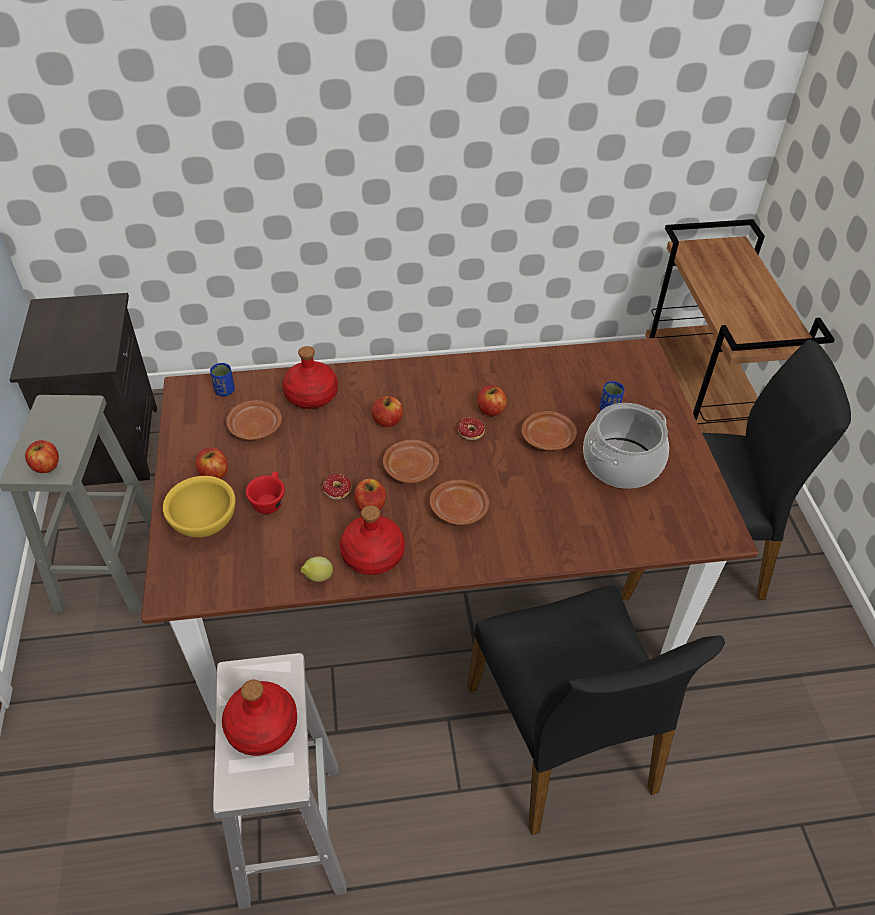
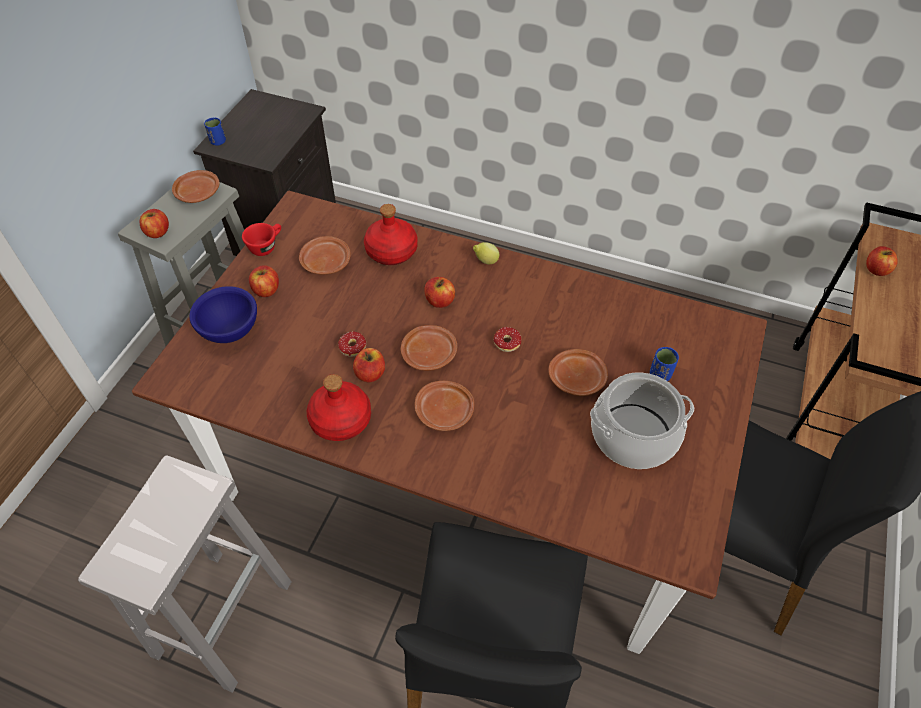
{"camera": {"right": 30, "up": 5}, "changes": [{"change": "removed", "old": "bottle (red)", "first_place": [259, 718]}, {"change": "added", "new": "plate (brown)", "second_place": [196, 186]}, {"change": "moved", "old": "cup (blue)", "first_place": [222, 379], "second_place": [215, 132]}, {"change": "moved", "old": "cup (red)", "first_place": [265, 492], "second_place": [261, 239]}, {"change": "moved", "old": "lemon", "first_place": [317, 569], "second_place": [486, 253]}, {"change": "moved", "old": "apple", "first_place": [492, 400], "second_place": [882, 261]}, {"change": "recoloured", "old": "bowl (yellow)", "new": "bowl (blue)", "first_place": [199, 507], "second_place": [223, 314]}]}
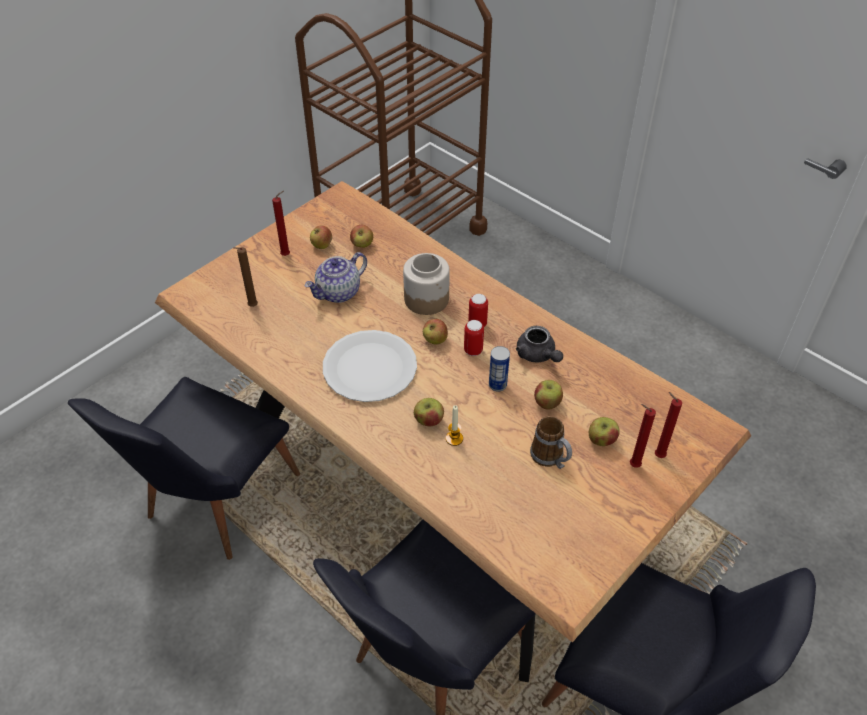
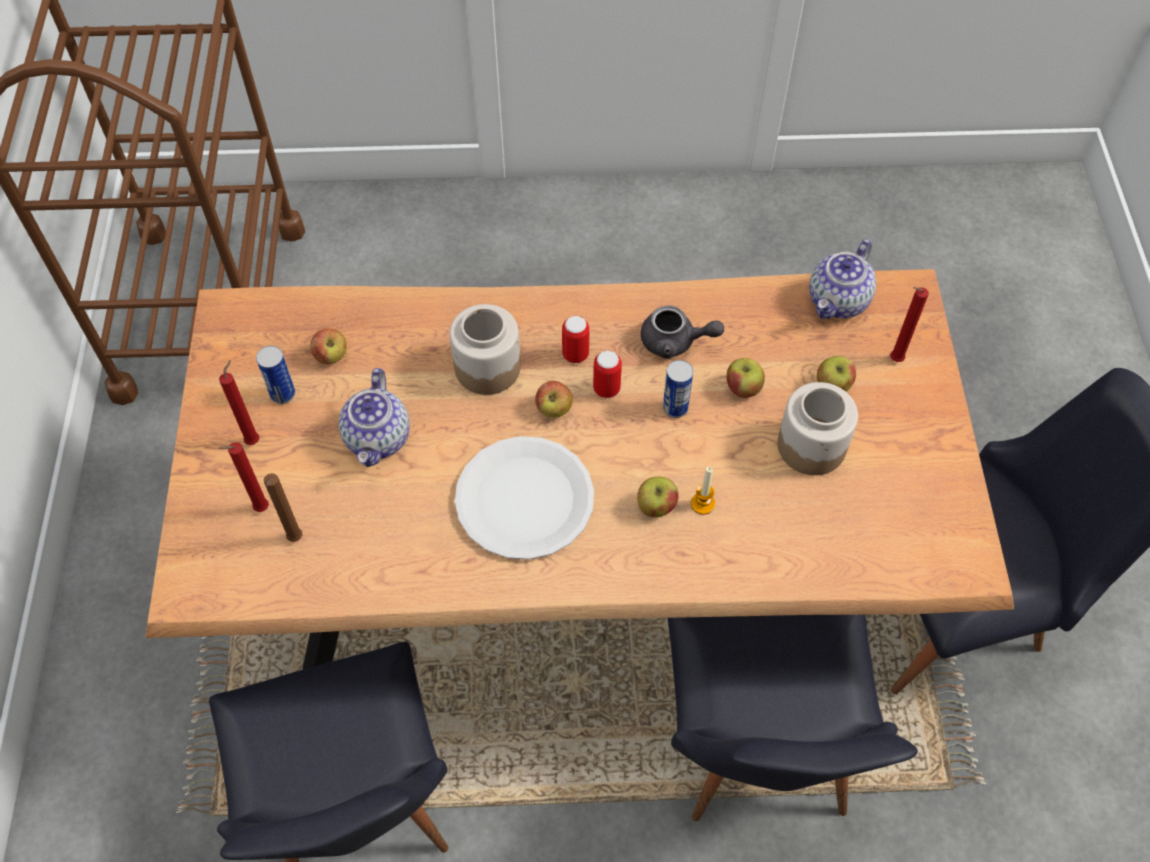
{"camera": {"right": -45, "up": 10}, "changes": [{"change": "added", "new": "teapot", "second_place": [842, 279]}, {"change": "moved", "old": "candle (red)", "first_place": [643, 436], "second_place": [243, 477]}, {"change": "replaced", "old": "apple", "new": "can", "first_place": [321, 237], "second_place": [275, 375]}, {"change": "replaced", "old": "mug", "new": "jar", "first_place": [551, 442], "second_place": [817, 428]}]}
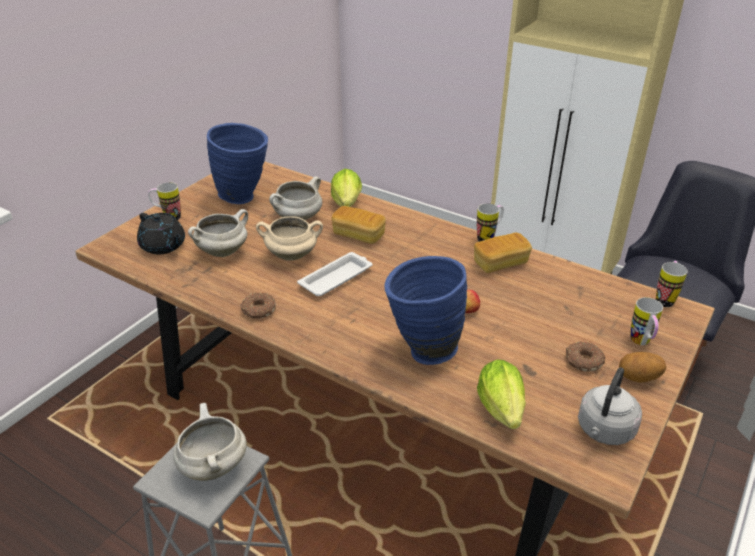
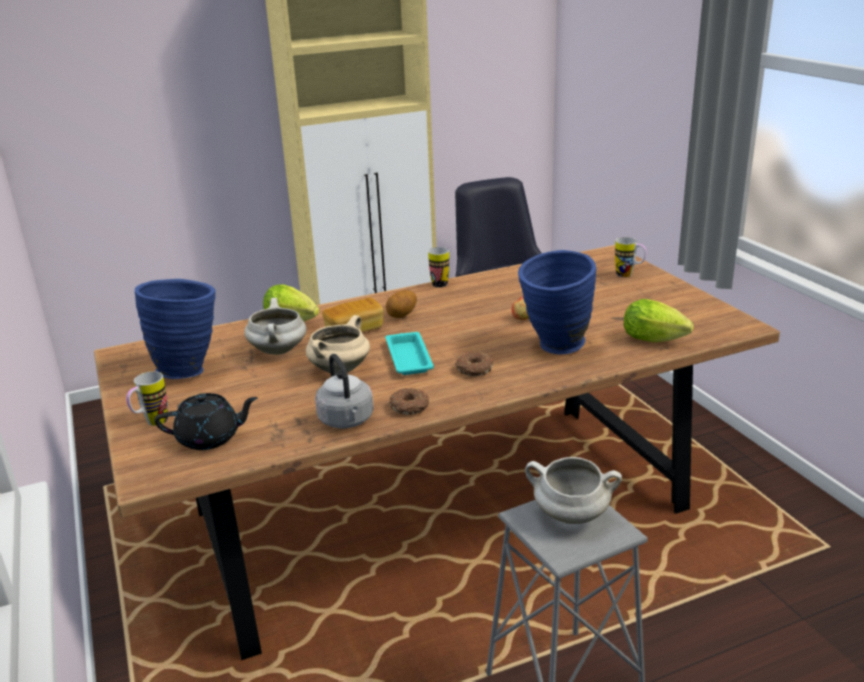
{"camera": {"right": -55, "up": -10}, "changes": [{"change": "removed", "old": "cooking pot (white)", "first_place": [218, 233]}, {"change": "removed", "old": "bread", "first_place": [503, 253]}, {"change": "removed", "old": "mug", "first_place": [672, 284]}, {"change": "moved", "old": "donut", "first_place": [585, 356], "second_place": [474, 363]}, {"change": "moved", "old": "kettle (grey)", "first_place": [610, 406], "second_place": [344, 391]}, {"change": "moved", "old": "potato", "first_place": [642, 367], "second_place": [401, 304]}, {"change": "recoloured", "old": "tray (white)", "new": "tray (turquoise)", "first_place": [334, 274], "second_place": [409, 353]}]}
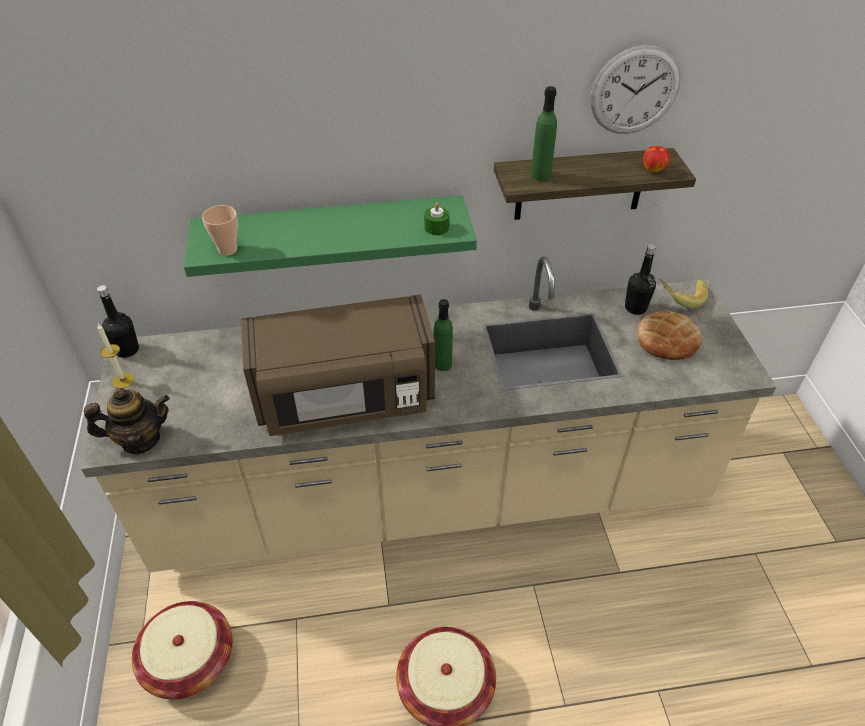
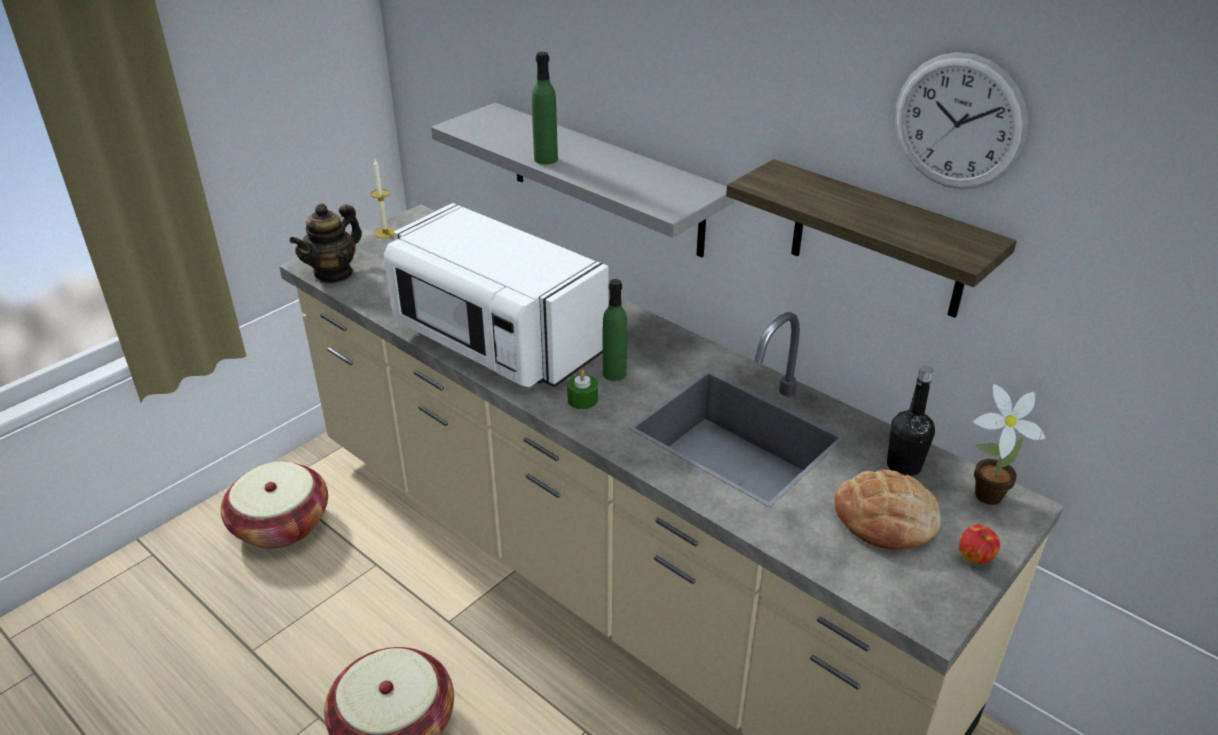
{"camera": {"right": 50, "up": -10}, "changes": [{"change": "removed", "old": "bottle (black)", "first_place": [118, 321]}, {"change": "removed", "old": "cup", "first_place": [219, 230]}, {"change": "moved", "old": "candle (green)", "first_place": [437, 218], "second_place": [582, 389]}, {"change": "moved", "old": "bottle (green)", "first_place": [544, 133], "second_place": [545, 108]}, {"change": "moved", "old": "apple", "first_place": [656, 159], "second_place": [979, 544]}, {"change": "replaced", "old": "banana", "new": "potted plant", "first_place": [683, 293], "second_place": [1009, 444]}, {"change": "recoloured", "old": "shelf (green)", "new": "shelf (grey)", "first_place": [330, 236], "second_place": [583, 180]}, {"change": "recoloured", "old": "microwave (brown)", "new": "microwave (white)", "first_place": [338, 365], "second_place": [496, 295]}, {"change": "turned", "old": "teapot", "first_place": [127, 421], "second_place": [326, 243], "degrees": 90}]}
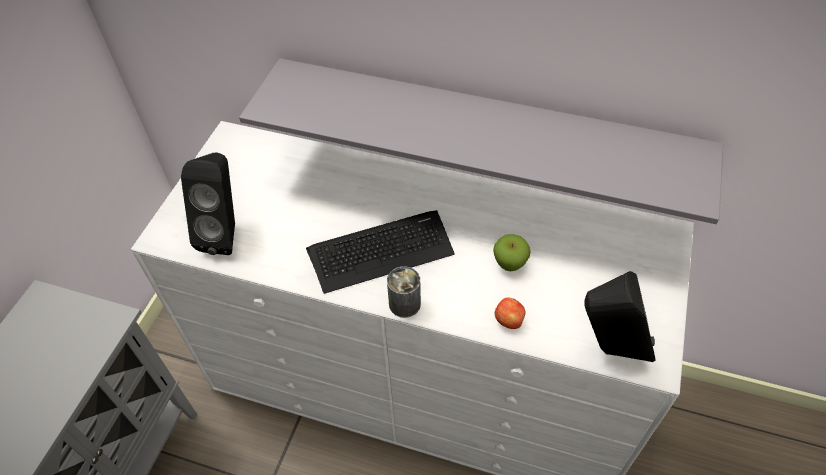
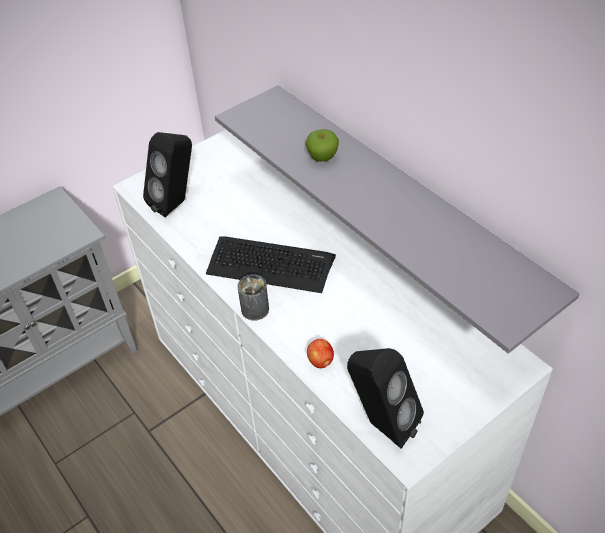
{"camera": {"right": 35, "up": -5}, "changes": [{"change": "moved", "old": "apple", "first_place": [512, 252], "second_place": [322, 145]}]}
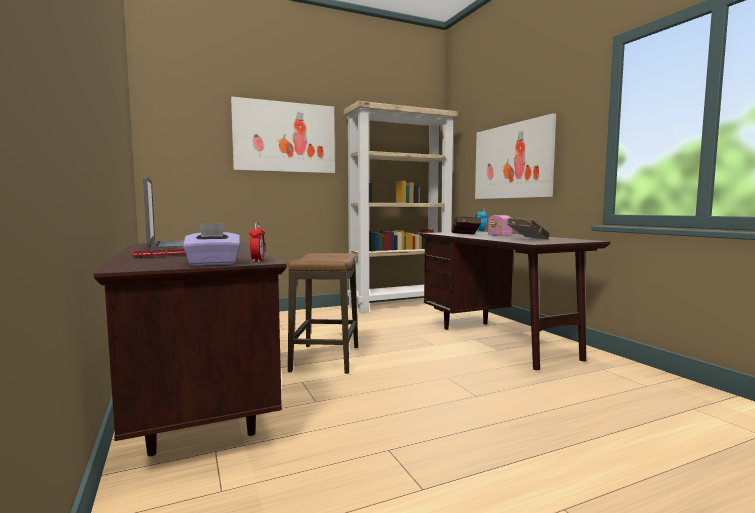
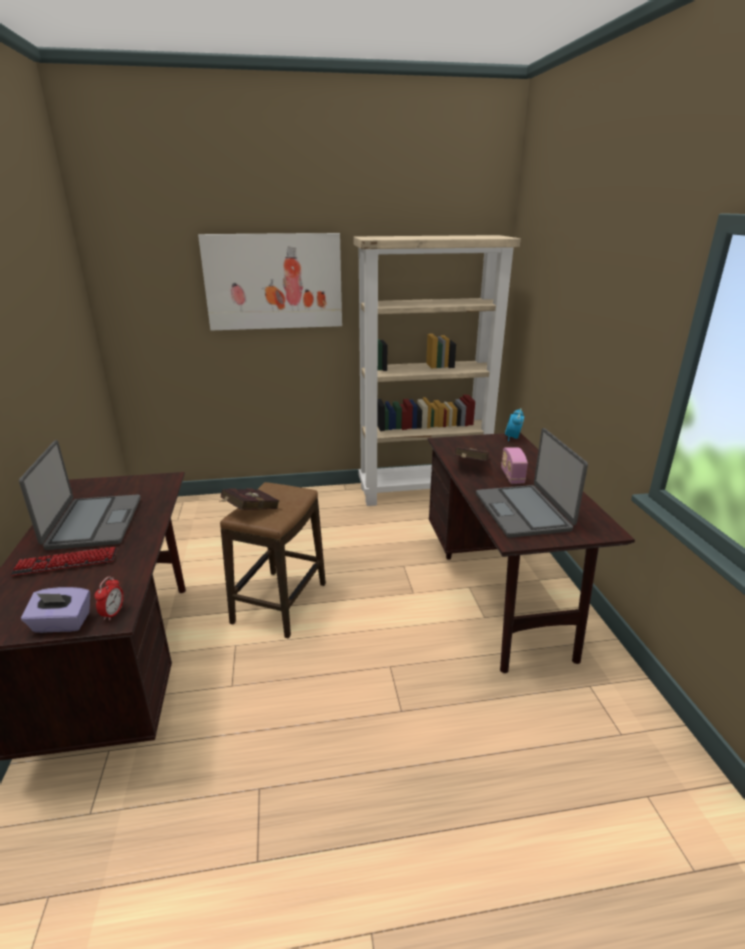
{"camera": {"right": 15, "up": 20}, "changes": [{"change": "removed", "old": "picture", "first_place": [515, 156]}, {"change": "added", "new": "book (red)", "second_place": [250, 499]}, {"change": "replaced", "old": "book (grey)", "new": "laptop", "first_place": [528, 229], "second_place": [532, 483]}]}
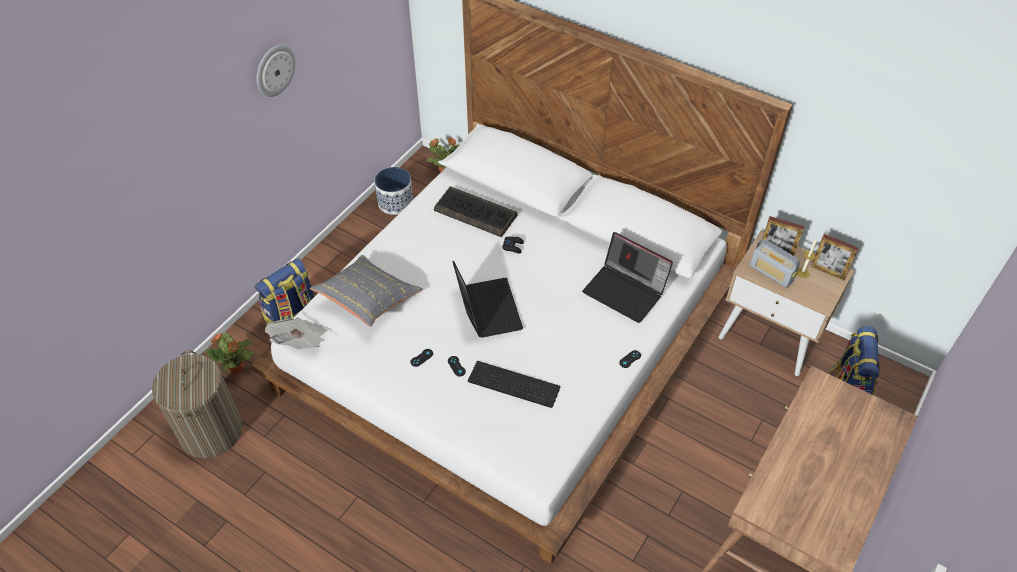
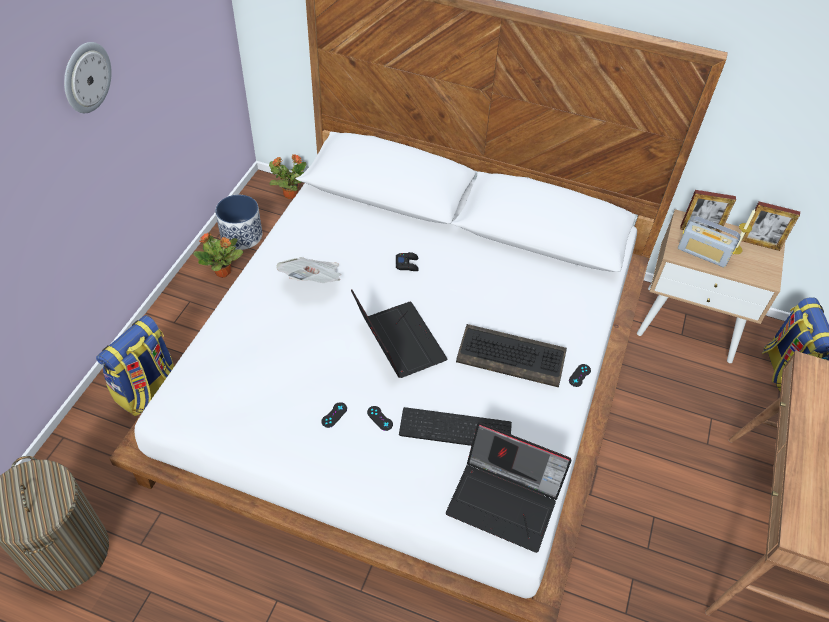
{"camera": {"right": -15, "up": 0}, "changes": [{"change": "removed", "old": "pillow (grey)", "first_place": [366, 291]}, {"change": "moved", "old": "potted plant", "first_place": [230, 353], "second_place": [218, 255]}, {"change": "moved", "old": "newspaper", "first_place": [297, 333], "second_place": [308, 270]}, {"change": "moved", "old": "keyboard", "first_place": [476, 211], "second_place": [511, 355]}, {"change": "moved", "old": "laptop", "first_place": [627, 277], "second_place": [509, 488]}]}
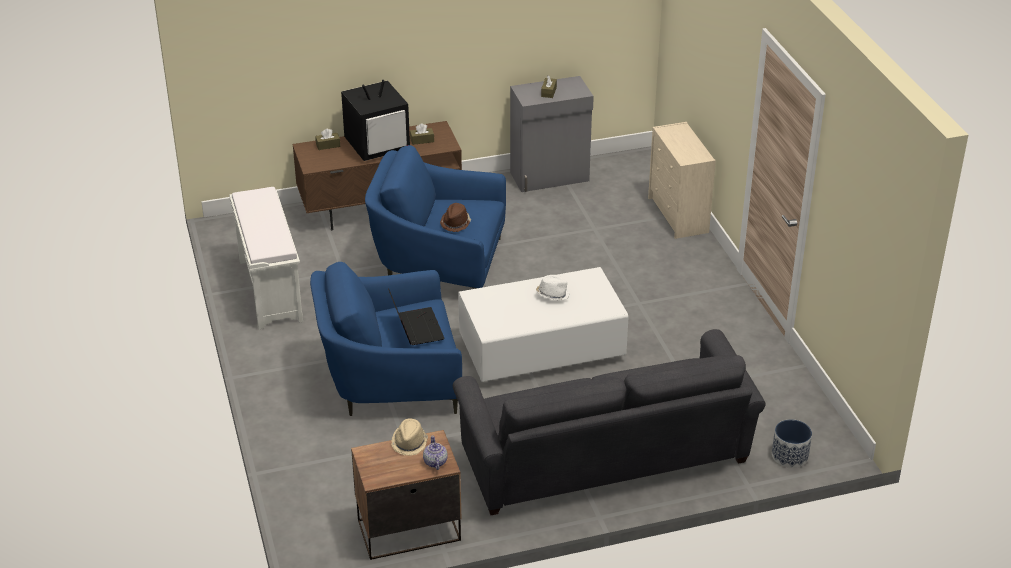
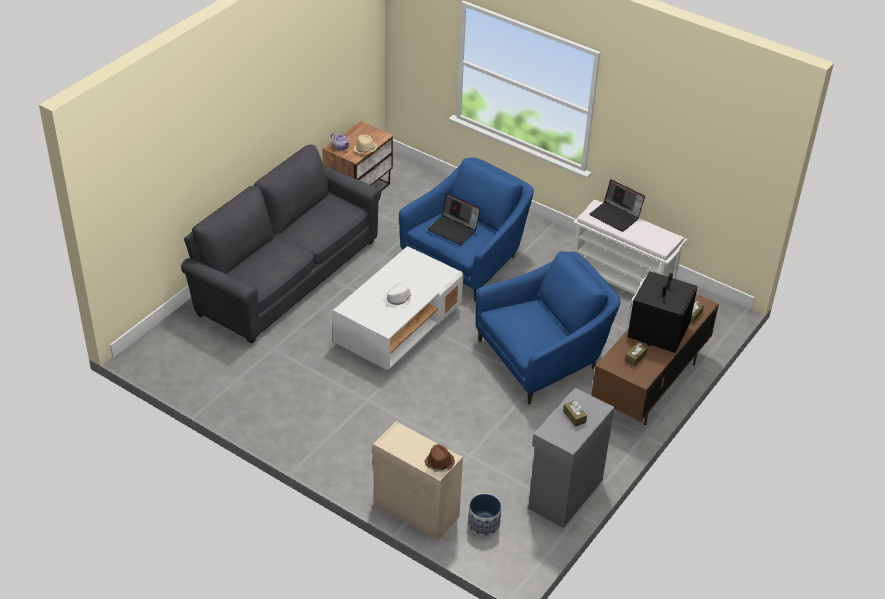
{"camera": {"right": 140, "up": 5}, "changes": [{"change": "added", "new": "laptop", "second_place": [617, 205]}, {"change": "moved", "old": "hat (brown)", "first_place": [455, 217], "second_place": [439, 458]}, {"change": "moved", "old": "planter", "first_place": [792, 443], "second_place": [485, 515]}]}
